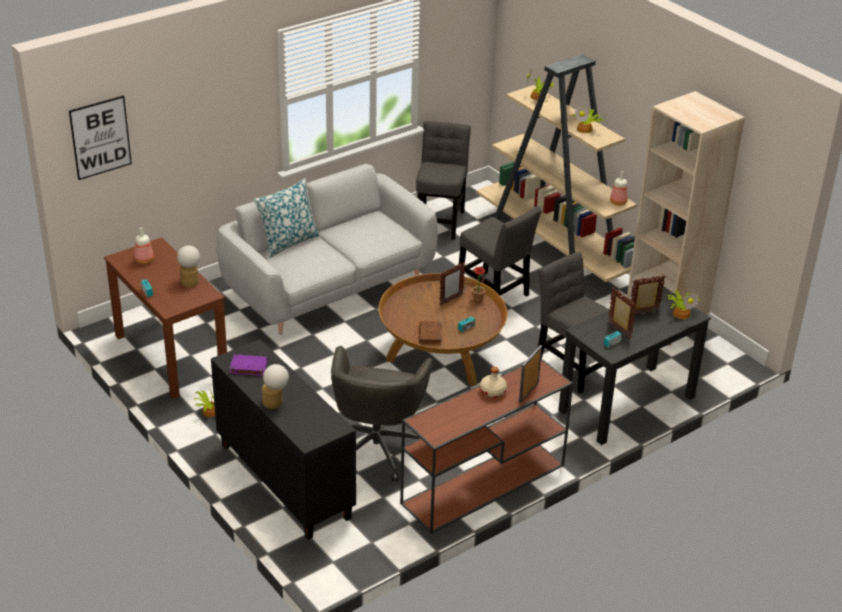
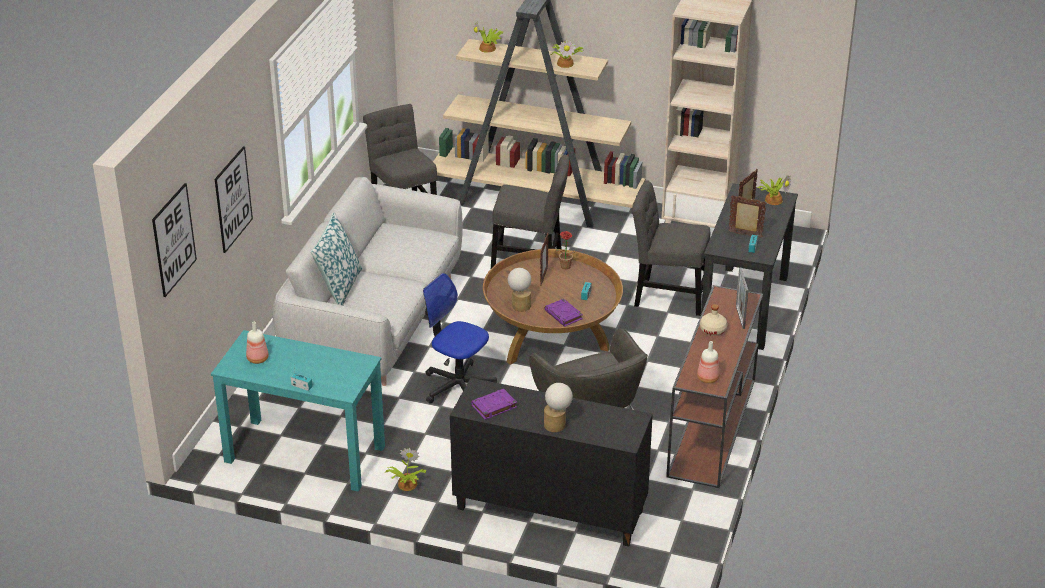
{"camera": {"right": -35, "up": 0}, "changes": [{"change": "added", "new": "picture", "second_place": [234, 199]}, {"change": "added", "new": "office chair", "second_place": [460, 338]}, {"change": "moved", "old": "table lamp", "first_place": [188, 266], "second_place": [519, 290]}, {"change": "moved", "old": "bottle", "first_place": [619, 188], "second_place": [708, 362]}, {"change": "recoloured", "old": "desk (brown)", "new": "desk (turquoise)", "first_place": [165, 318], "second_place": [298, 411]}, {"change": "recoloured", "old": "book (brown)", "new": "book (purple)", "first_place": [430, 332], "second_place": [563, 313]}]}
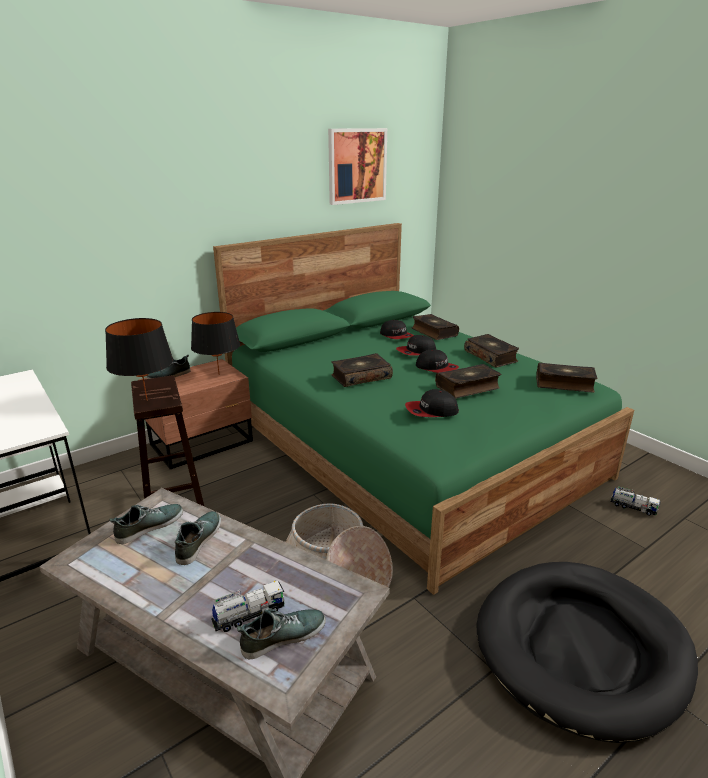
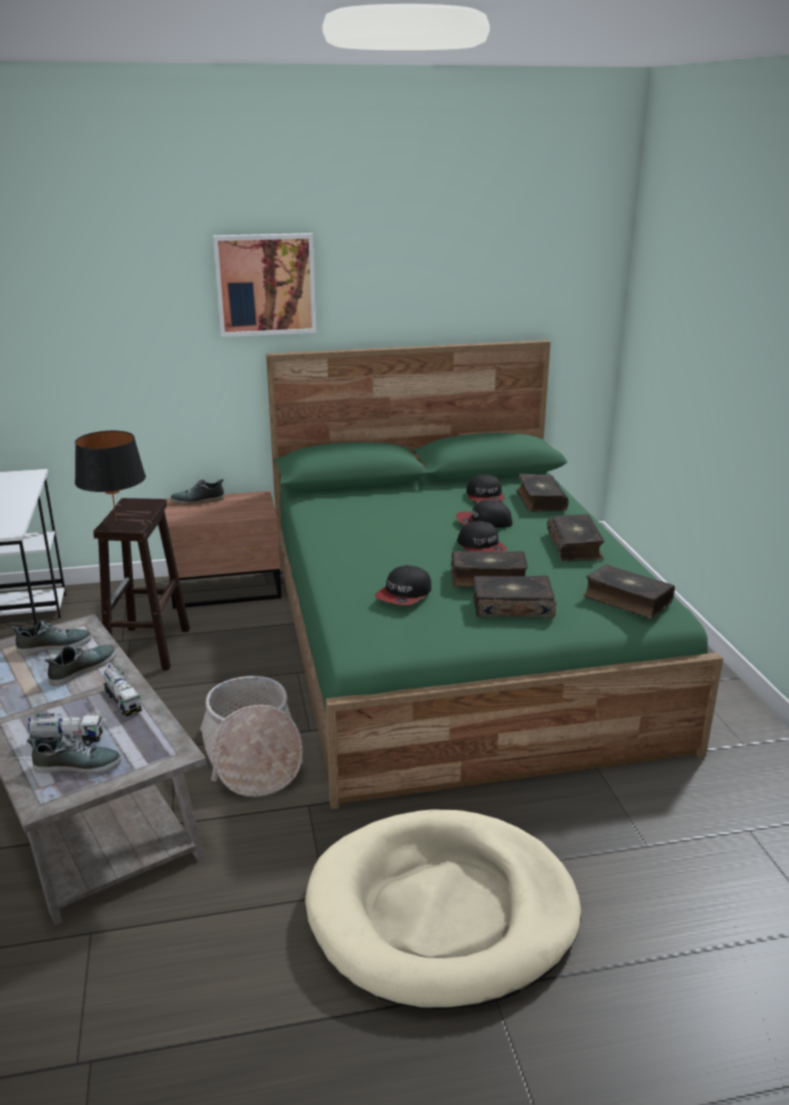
{"camera": {"right": 25, "up": 0}, "changes": [{"change": "removed", "old": "table lamp (black)", "first_place": [215, 342]}, {"change": "moved", "old": "picture", "first_place": [357, 166], "second_place": [264, 285]}, {"change": "moved", "old": "book", "first_place": [362, 370], "second_place": [514, 596]}, {"change": "moved", "old": "toy truck", "first_place": [635, 501], "second_place": [122, 690]}, {"change": "recoloured", "old": "dog bed (black)", "new": "dog bed (beige)", "first_place": [587, 652], "second_place": [443, 909]}, {"change": "turned", "old": "cap", "first_place": [432, 403], "second_place": [403, 585], "degrees": -75}]}
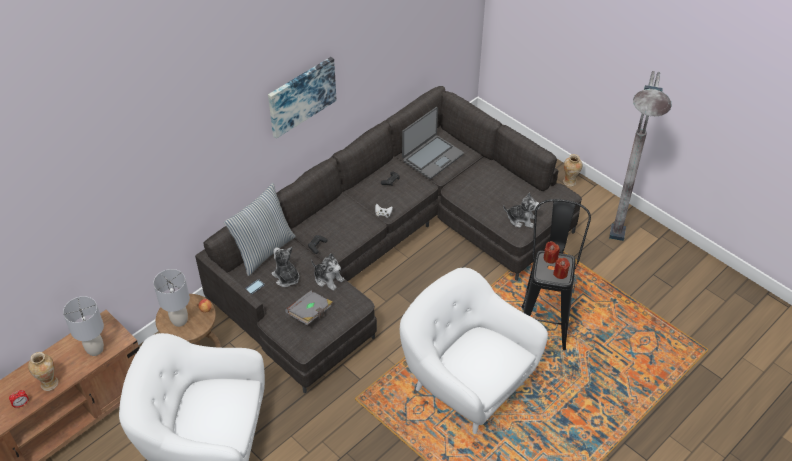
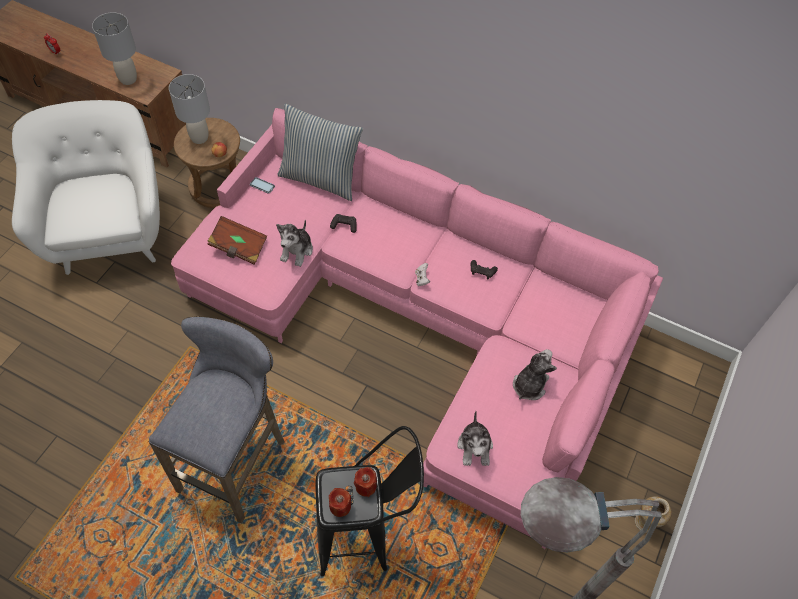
{"camera": {"right": 70, "up": 10}, "changes": [{"change": "removed", "old": "vase", "first_place": [43, 371]}, {"change": "removed", "old": "picture", "first_place": [302, 98]}, {"change": "removed", "old": "laptop", "first_place": [433, 143]}, {"change": "moved", "old": "plush toy", "first_place": [285, 267], "second_place": [535, 374]}, {"change": "replaced", "old": "armchair (white)", "new": "stool (grey)", "first_place": [474, 351], "second_place": [217, 420]}, {"change": "recoloured", "old": "sofa (grey)", "new": "sofa (pink)", "first_place": [388, 239], "second_place": [417, 328]}, {"change": "recoloured", "old": "book (grey)", "new": "book (brown)", "first_place": [309, 308], "second_place": [237, 240]}]}
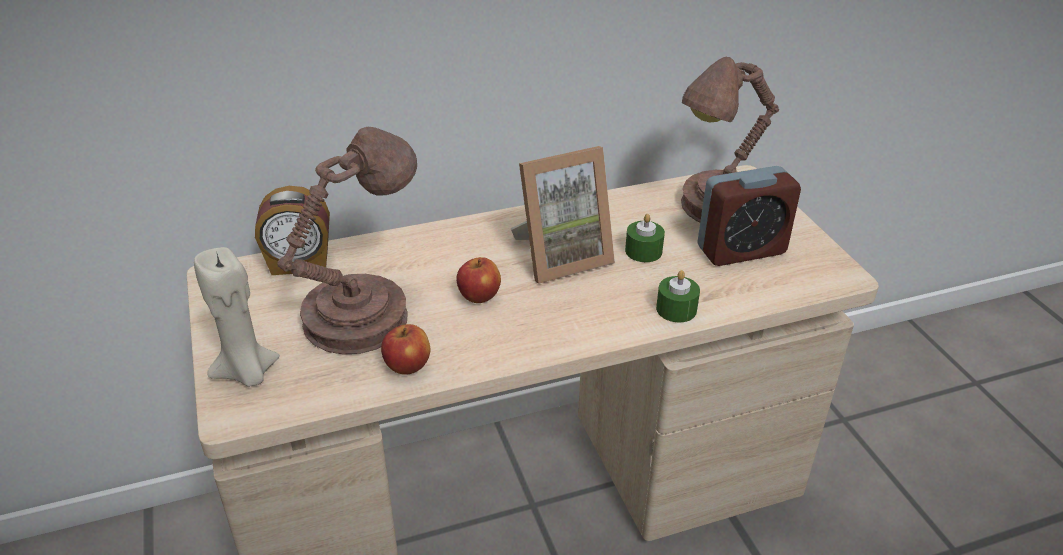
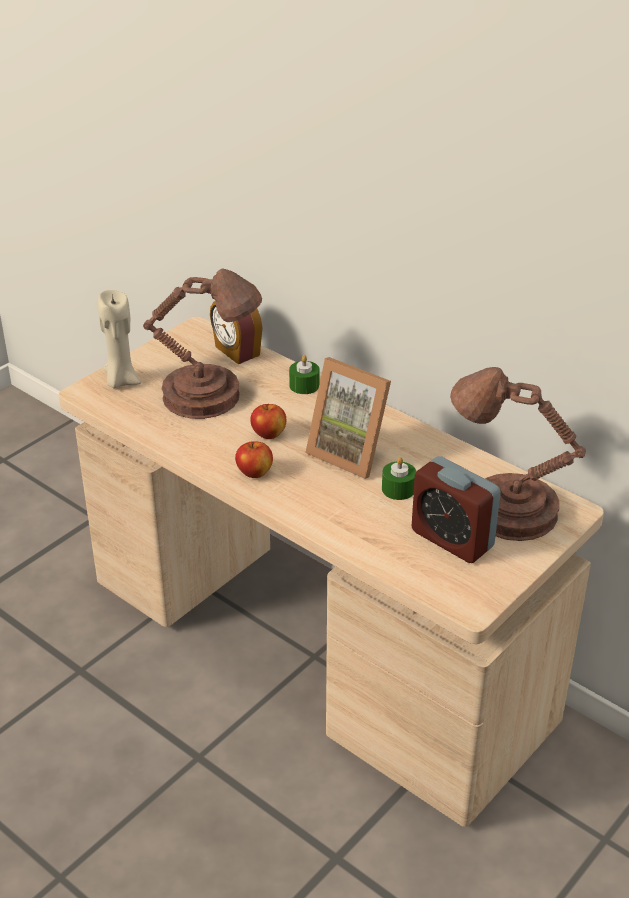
{"camera": {"right": 60, "up": 0}, "changes": [{"change": "moved", "old": "apple", "first_place": [405, 349], "second_place": [254, 459]}, {"change": "moved", "old": "candle (green)", "first_place": [678, 296], "second_place": [304, 374]}]}
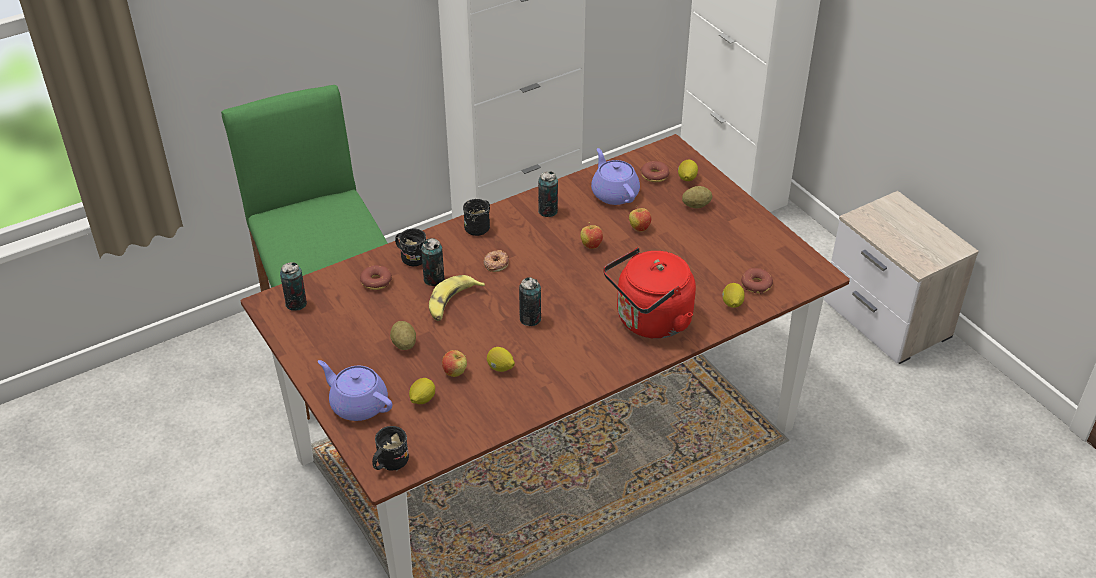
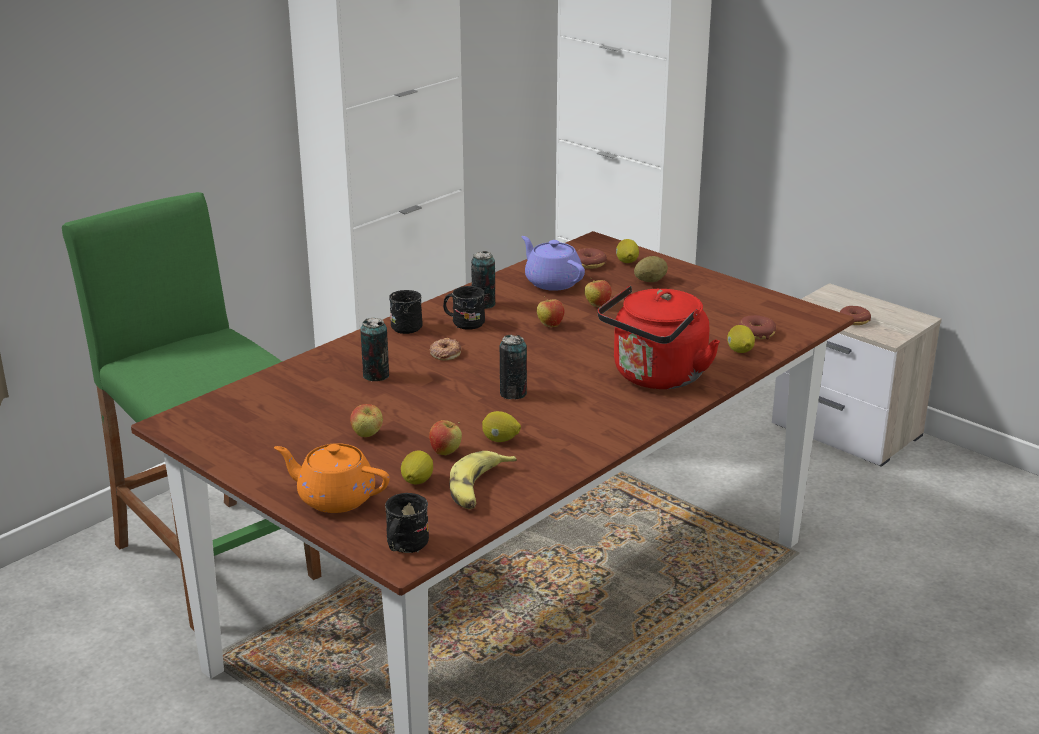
{"camera": {"right": -15, "up": -15}, "changes": [{"change": "removed", "old": "can", "first_place": [293, 286]}, {"change": "moved", "old": "donut", "first_place": [376, 277], "second_place": [855, 315]}, {"change": "moved", "old": "mug (black)", "first_place": [410, 247], "second_place": [464, 308]}, {"change": "moved", "old": "banana", "first_place": [457, 298], "second_place": [483, 480]}, {"change": "replaced", "old": "potato", "new": "apple", "first_place": [403, 335], "second_place": [366, 420]}, {"change": "recoloured", "old": "teapot (purple)", "new": "teapot (orange)", "first_place": [355, 390], "second_place": [332, 478]}]}
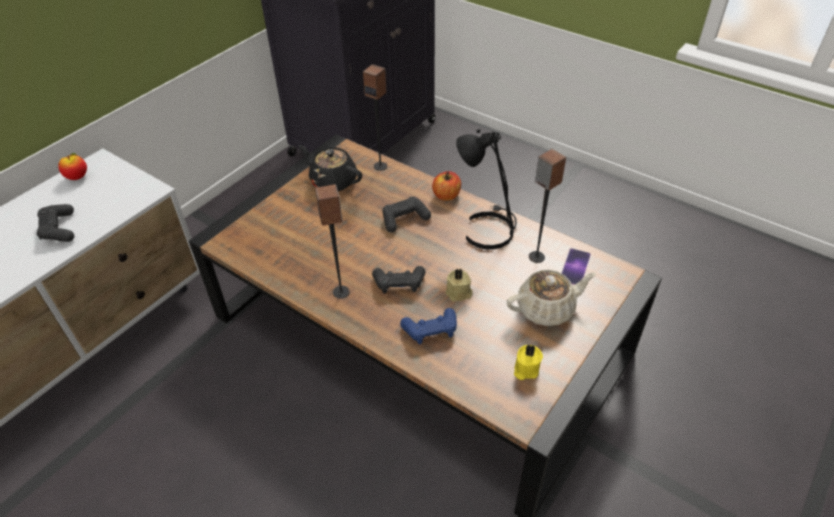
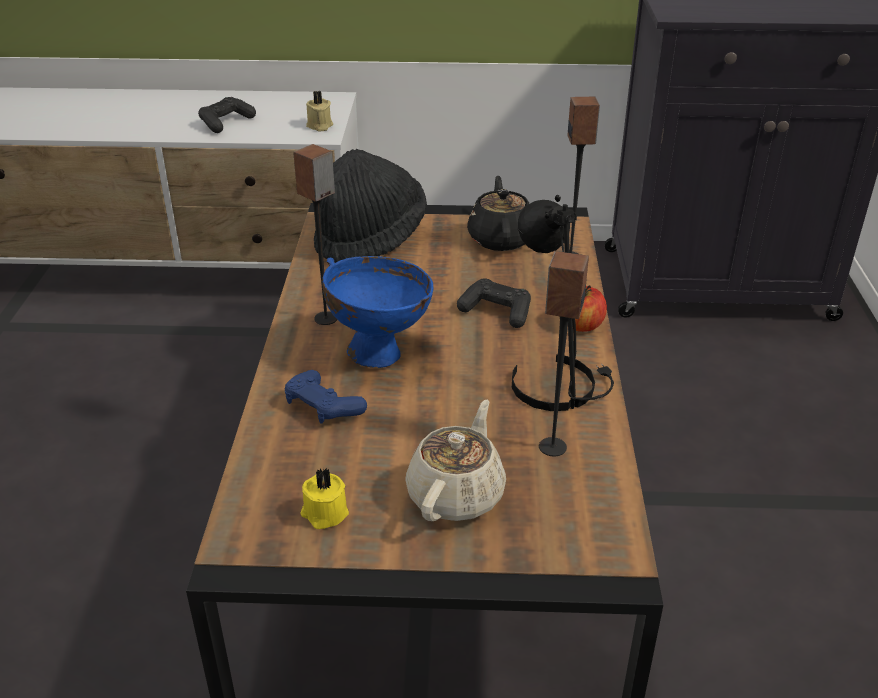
{"camera": {"right": 55, "up": -10}, "changes": [{"change": "removed", "old": "apple", "first_place": [72, 166]}, {"change": "removed", "old": "phone", "first_place": [576, 266]}, {"change": "added", "new": "hat (black)", "second_place": [370, 206]}, {"change": "moved", "old": "candle (beige)", "first_place": [459, 285], "second_place": [319, 111]}, {"change": "replaced", "old": "game controller (black)", "new": "bowl (blue)", "first_place": [398, 280], "second_place": [378, 312]}, {"change": "turned", "old": "teapot (beige)", "first_place": [551, 298], "second_place": [455, 460], "degrees": -105}]}
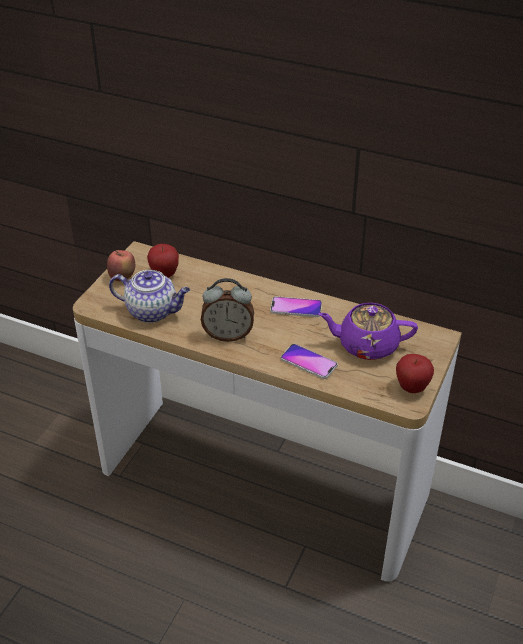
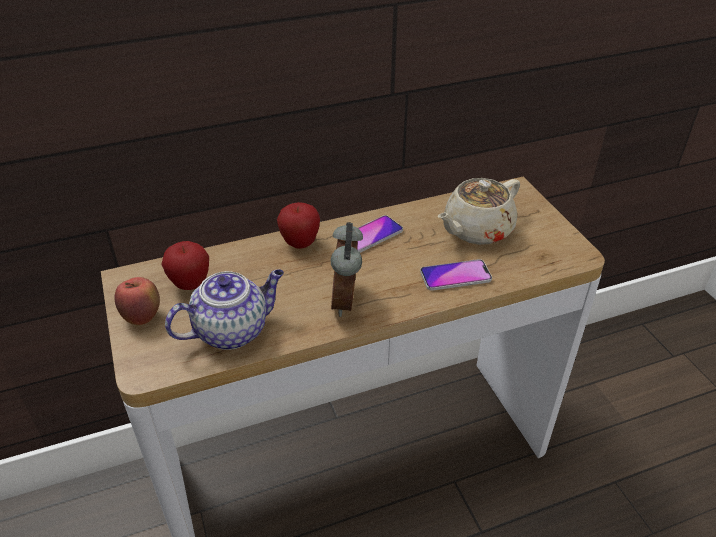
{"camera": {"right": -45, "up": 0}, "changes": [{"change": "moved", "old": "apple", "first_place": [415, 373], "second_place": [298, 225]}, {"change": "recoloured", "old": "teapot (purple)", "new": "teapot (beige)", "first_place": [368, 331], "second_place": [479, 211]}, {"change": "turned", "old": "alarm clock", "first_place": [227, 310], "second_place": [347, 269], "degrees": 135}]}
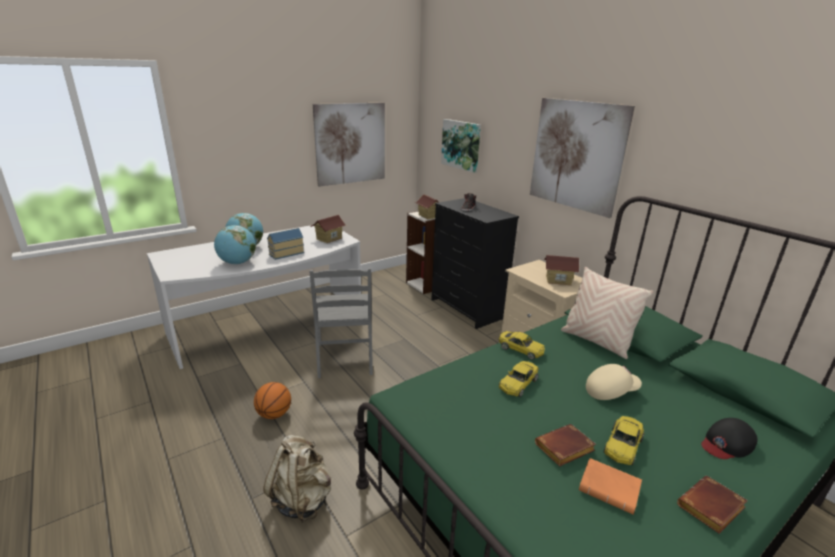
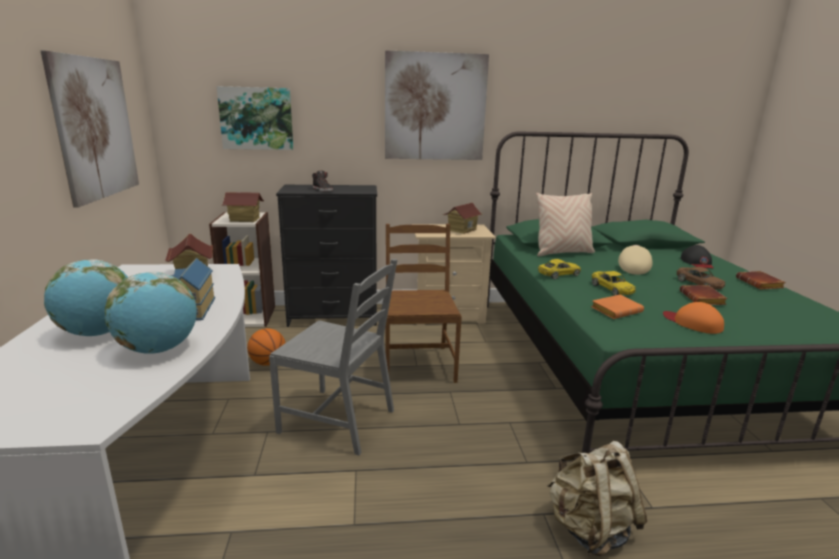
{"camera": {"right": -60, "up": -5}, "changes": [{"change": "added", "new": "chair (brown)", "second_place": [423, 303]}, {"change": "added", "new": "cap (orange)", "second_place": [693, 318]}, {"change": "moved", "old": "basketball", "first_place": [272, 400], "second_place": [266, 347]}, {"change": "moved", "old": "book (orange)", "first_place": [610, 486], "second_place": [617, 307]}, {"change": "recoloured", "old": "toy car (yellow)", "new": "toy car (brown)", "first_place": [624, 440], "second_place": [701, 278]}]}
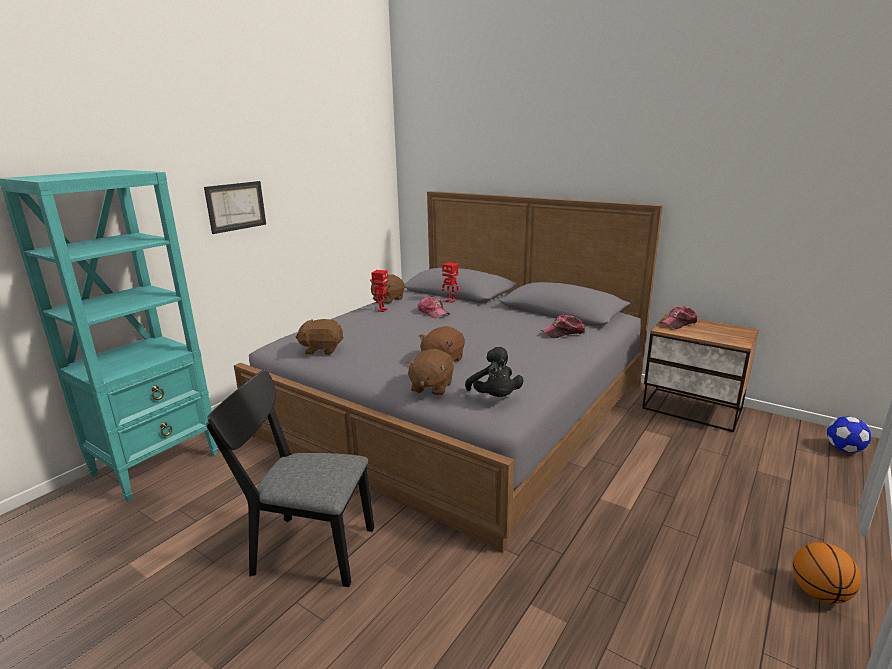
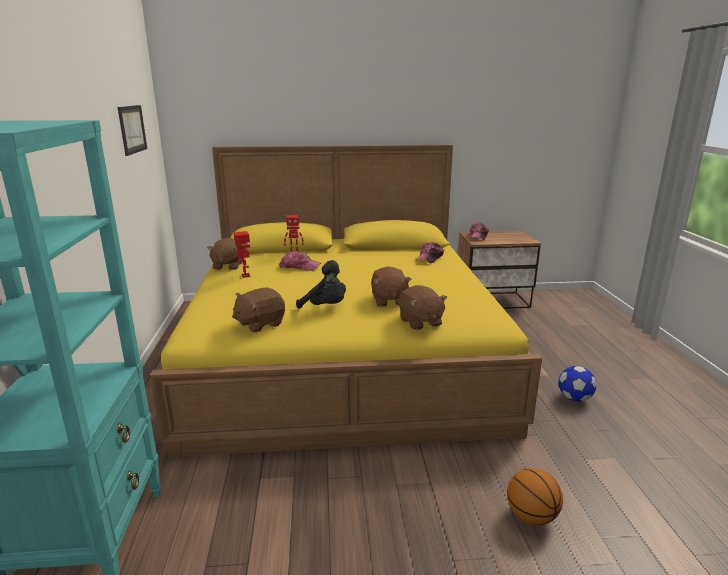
{"camera": {"right": -40, "up": 0}, "changes": [{"change": "removed", "old": "chair (black)", "first_place": [290, 478]}, {"change": "moved", "old": "picture", "first_place": [235, 207], "second_place": [132, 130]}, {"change": "moved", "old": "plush toy (black)", "first_place": [494, 372], "second_place": [321, 284]}, {"change": "moved", "old": "basketball", "first_place": [826, 573], "second_place": [535, 496]}, {"change": "moved", "old": "football", "first_place": [849, 434], "second_place": [577, 384]}, {"change": "recoloured", "old": "bed (grey)", "new": "bed (yellow)", "first_place": [448, 372], "second_place": [346, 302]}]}
